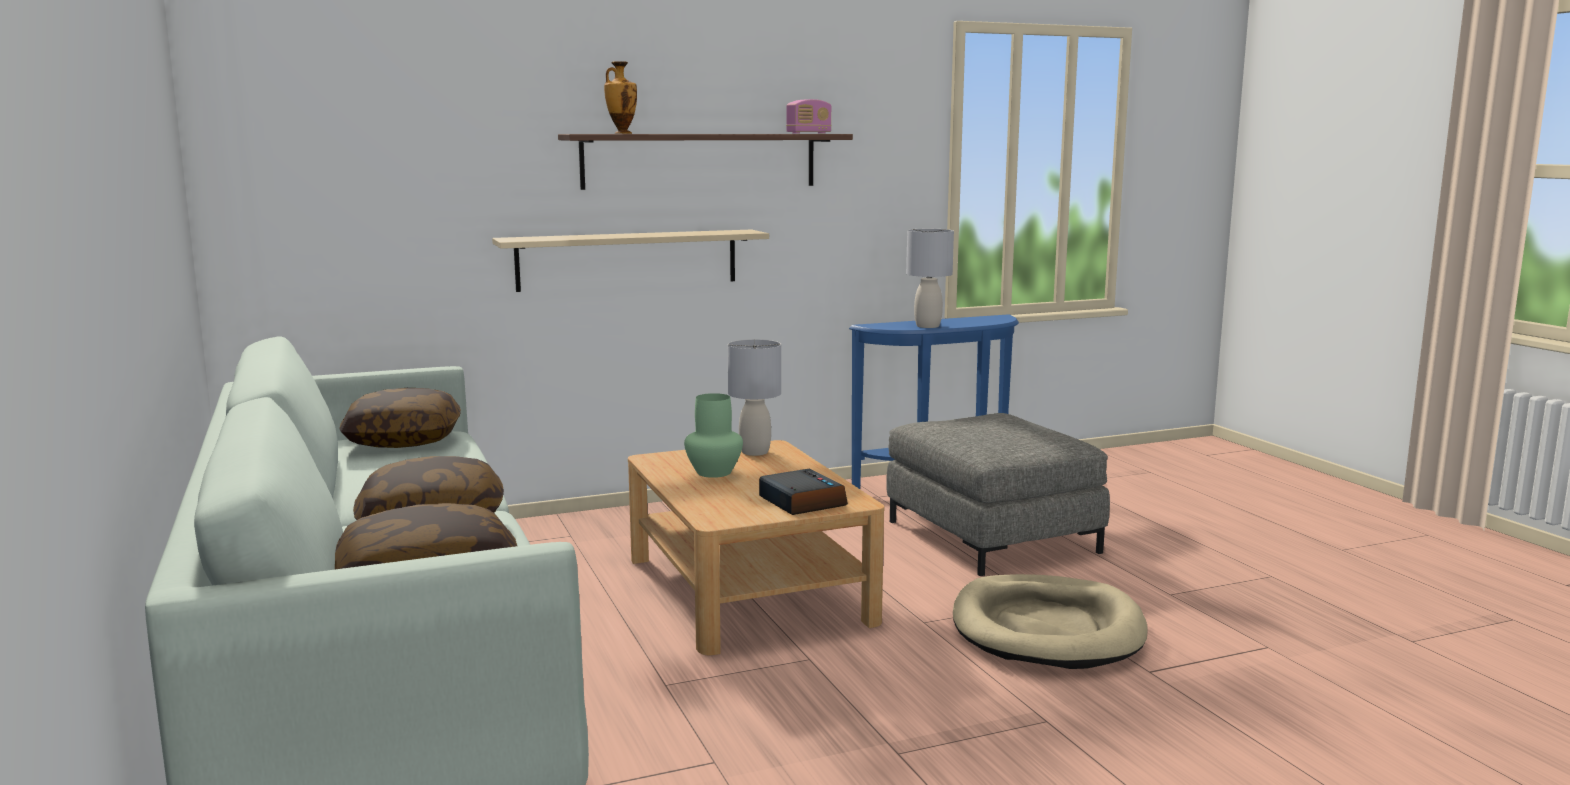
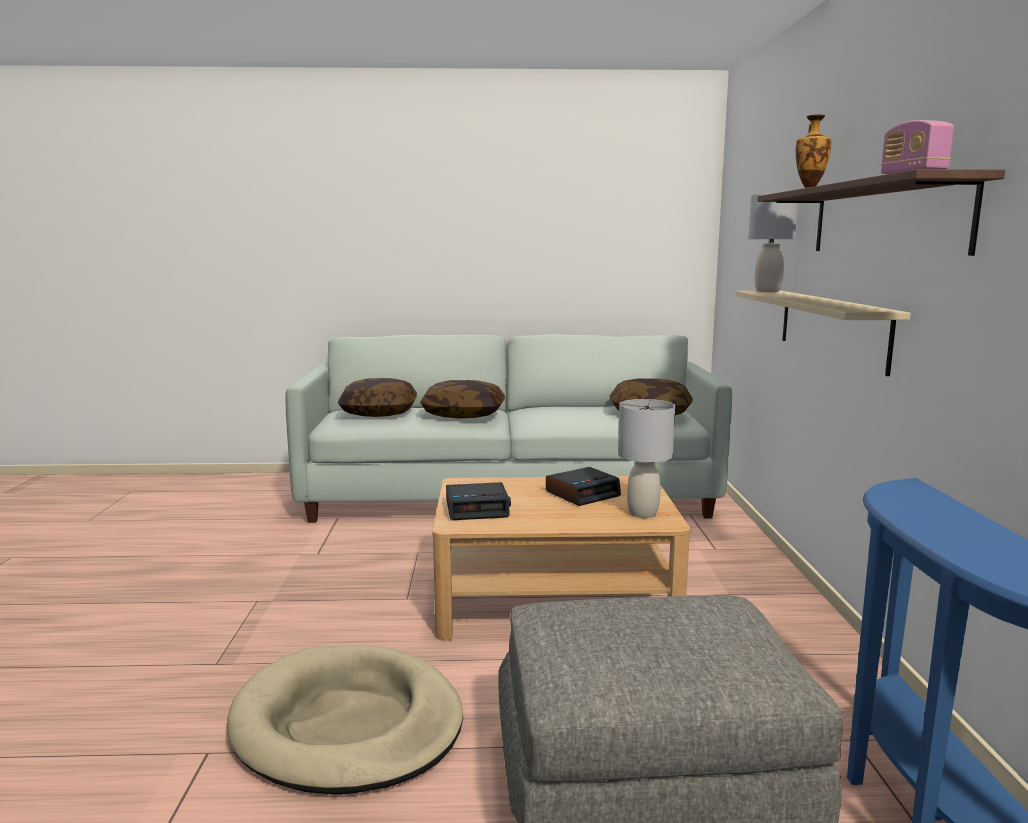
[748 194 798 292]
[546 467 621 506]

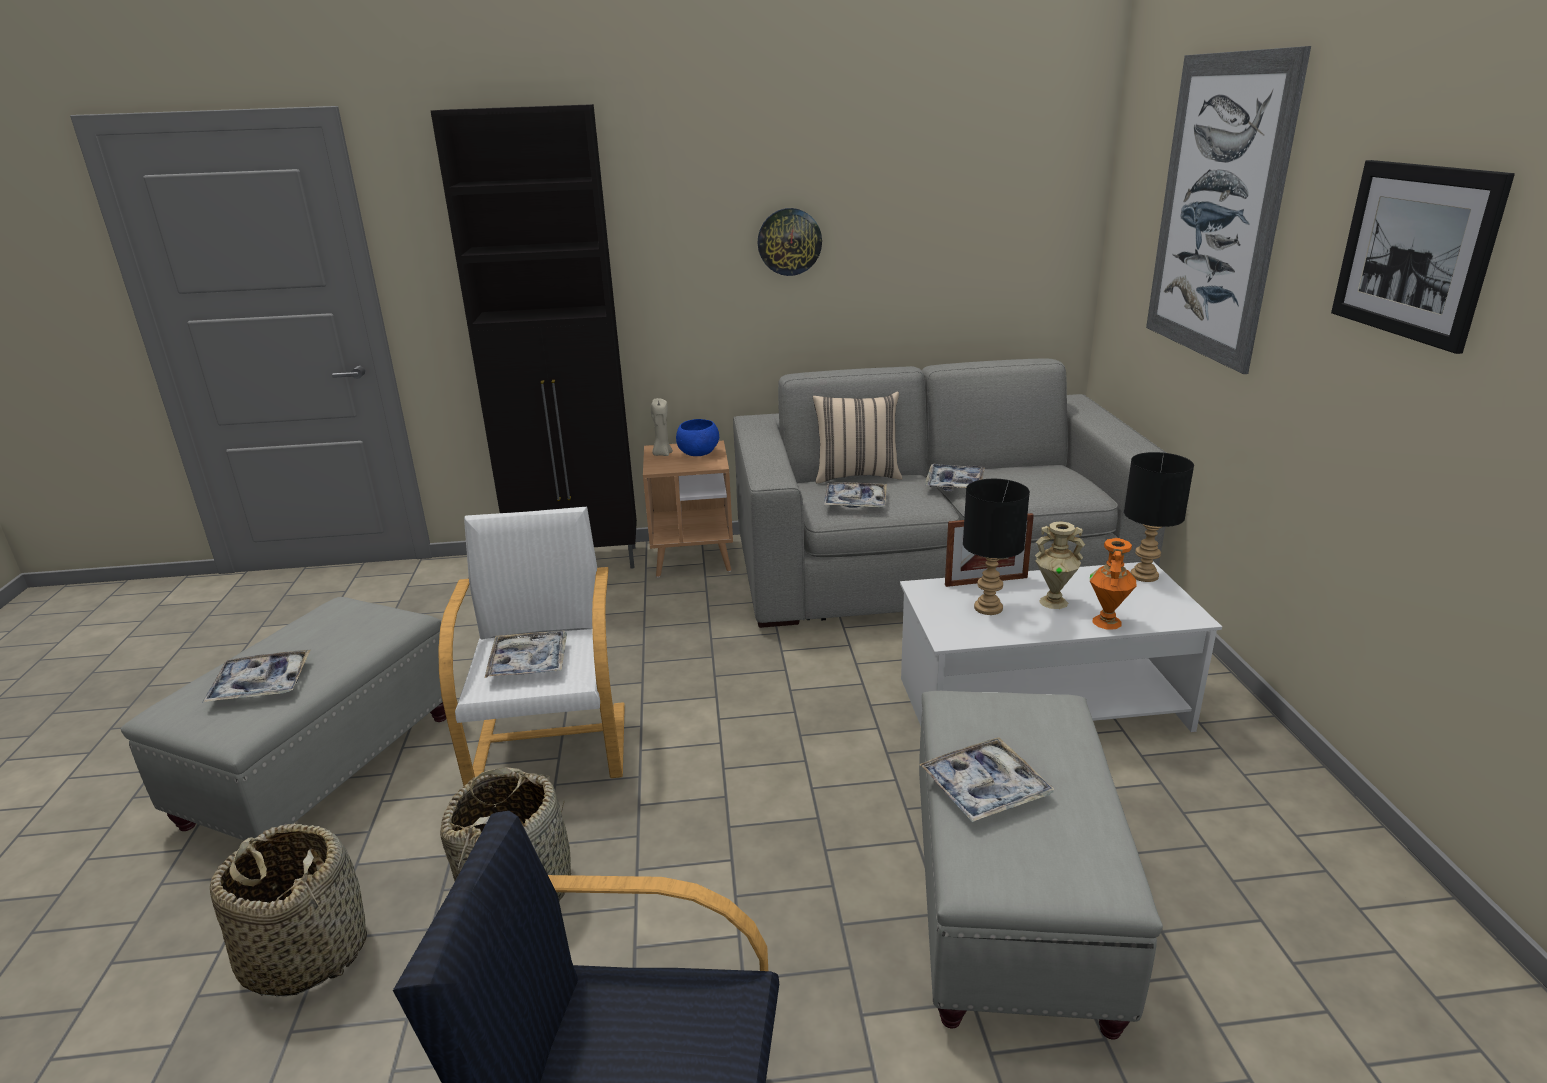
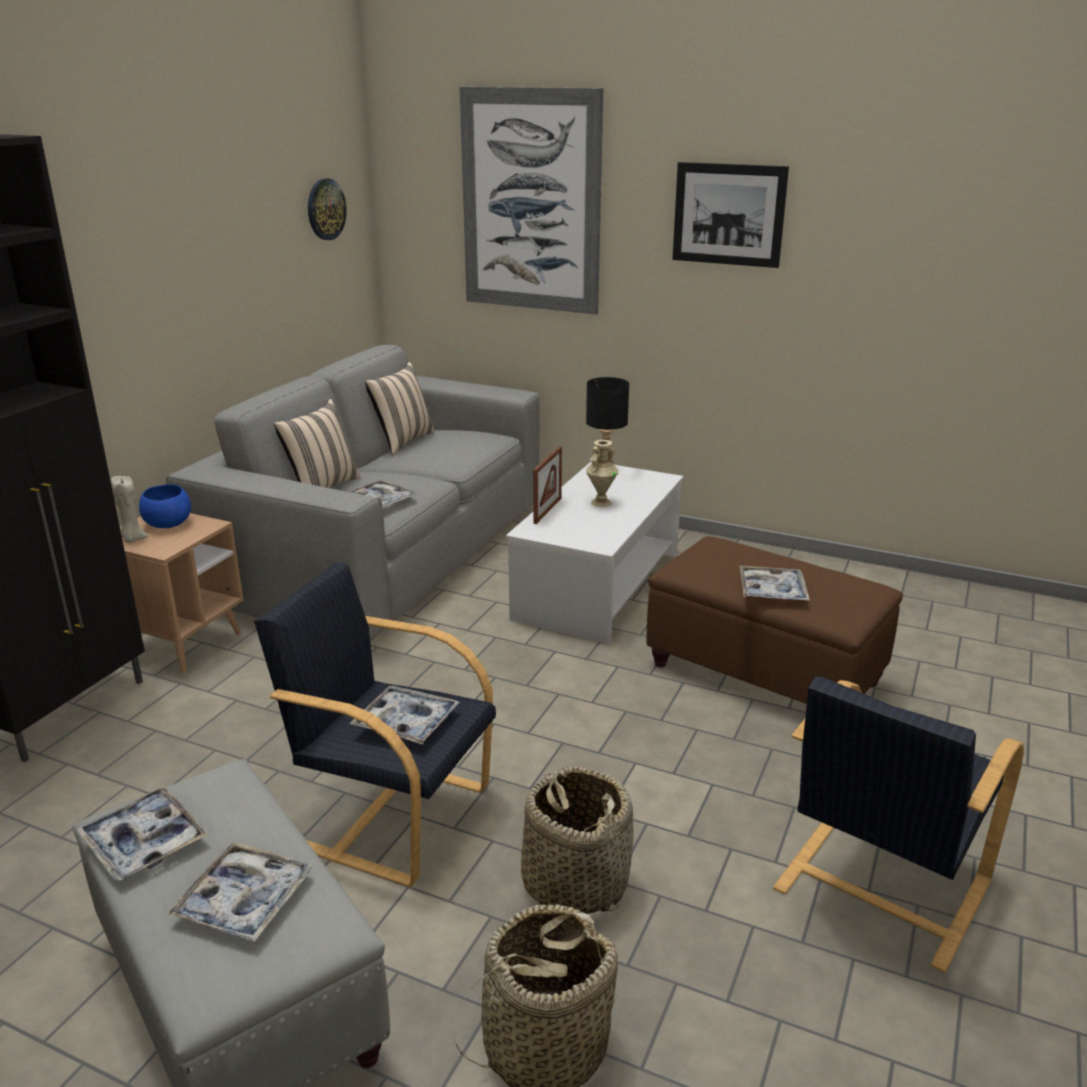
[308 178 347 240]
[76 788 208 881]
[963 479 1030 615] (first image)
[254 562 496 887]
[1090 538 1136 630] (first image)
[646 536 903 704]
[365 362 435 455]

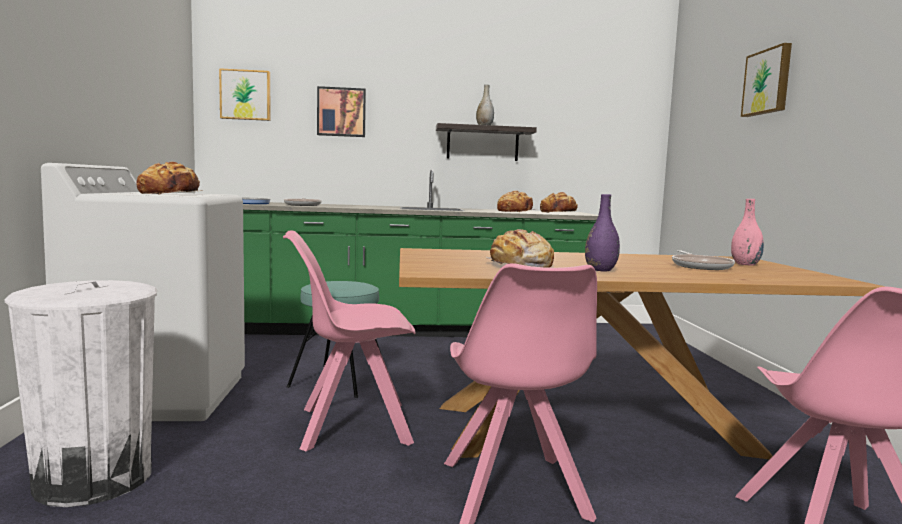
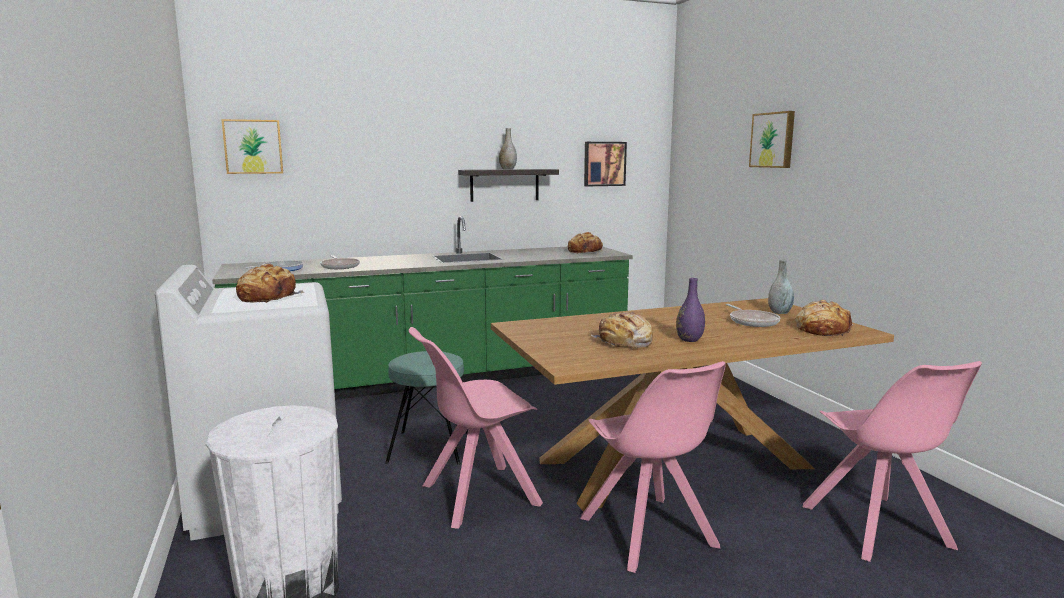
[584 142 627 186]
[795 300 853 336]
[768 259 794 314]

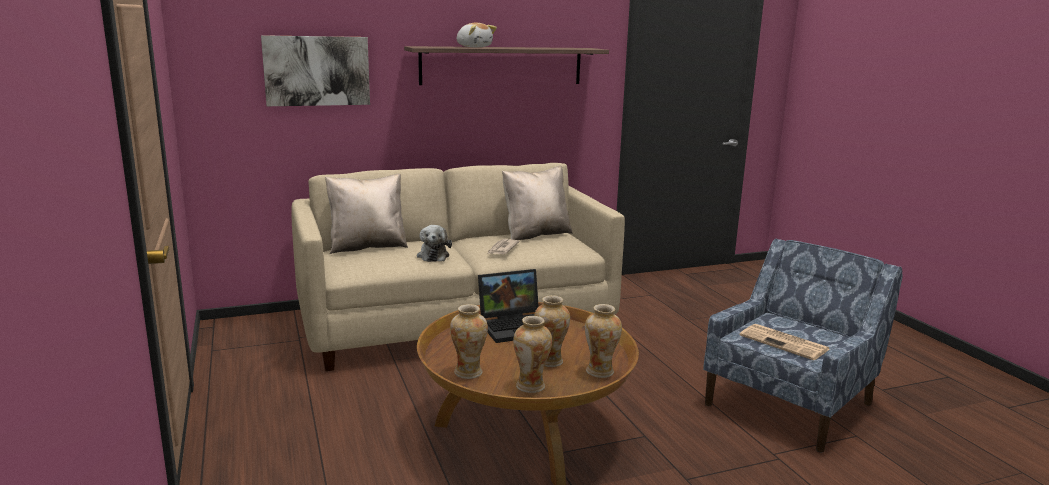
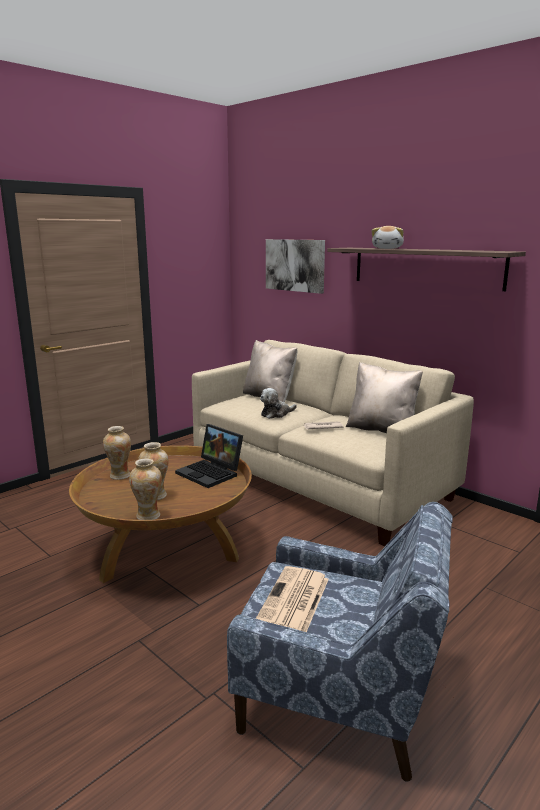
[513 316 552 393] (first image)

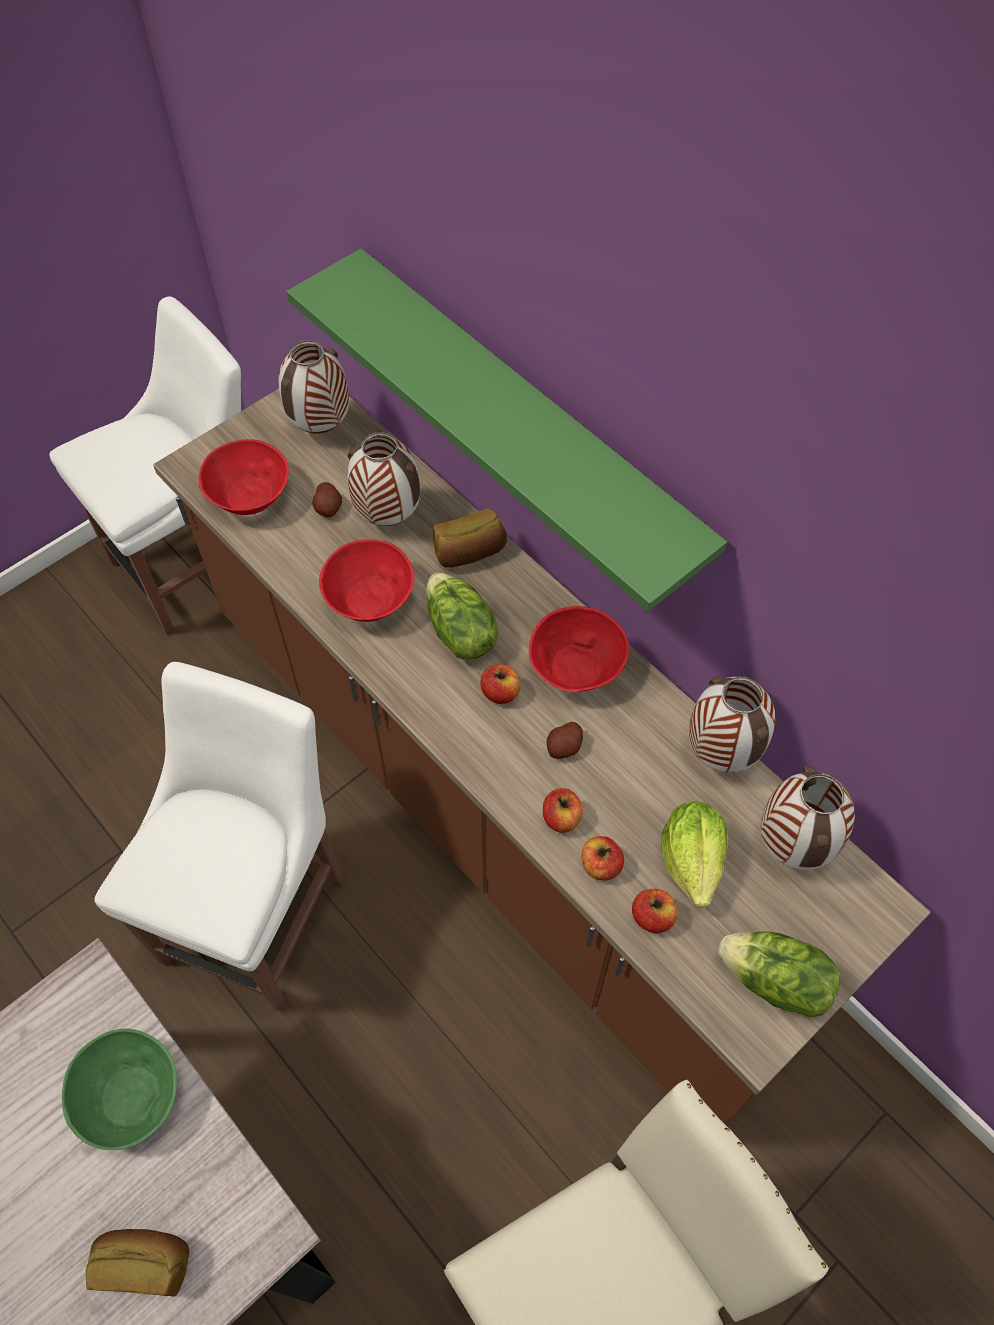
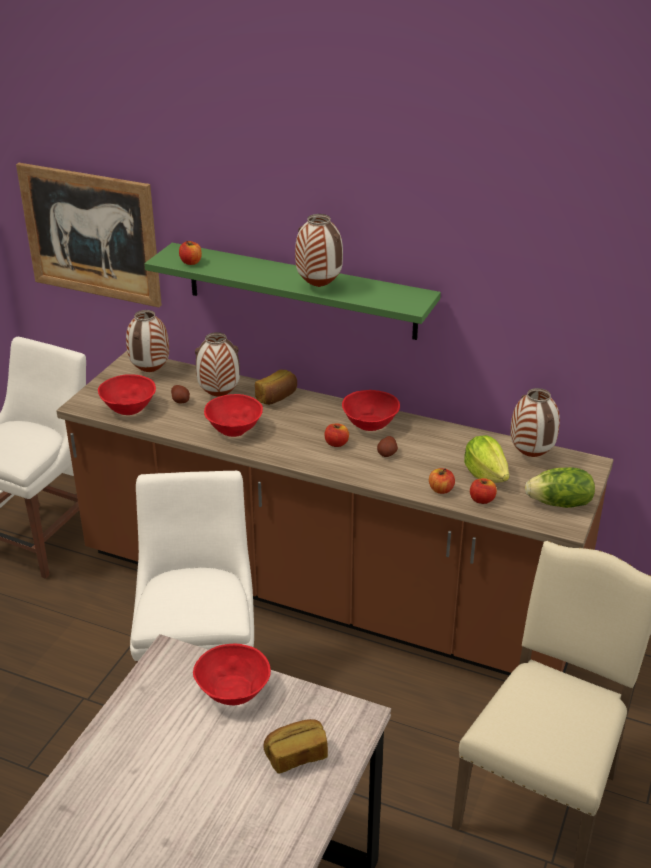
[426 573 498 661] (first image)
[295 214 343 287]
[179 241 202 265]
[193 644 271 705]
[16 163 162 307]

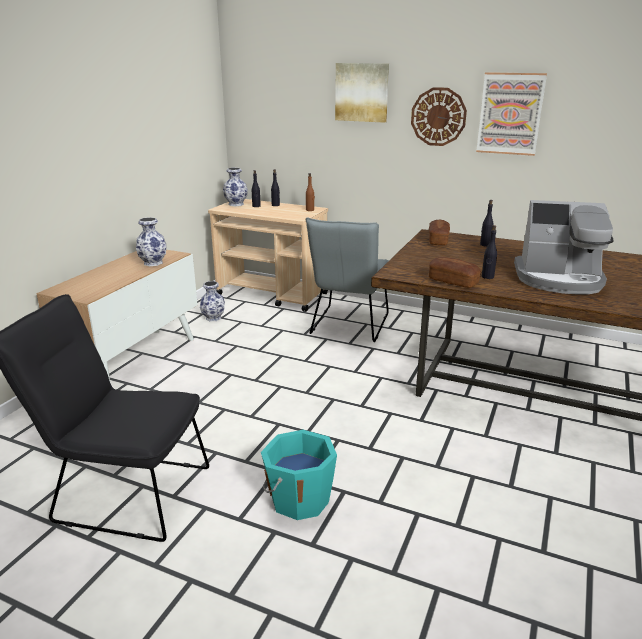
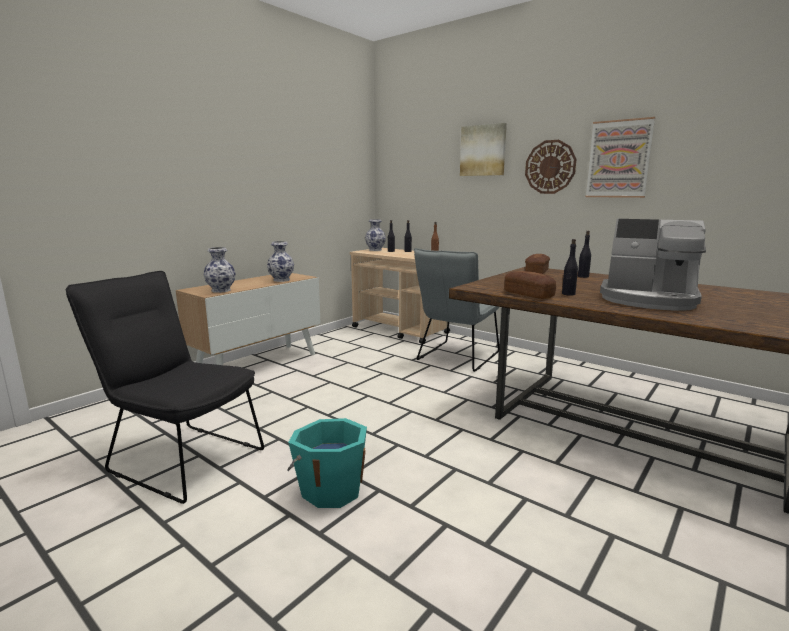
[204 247 236 293]

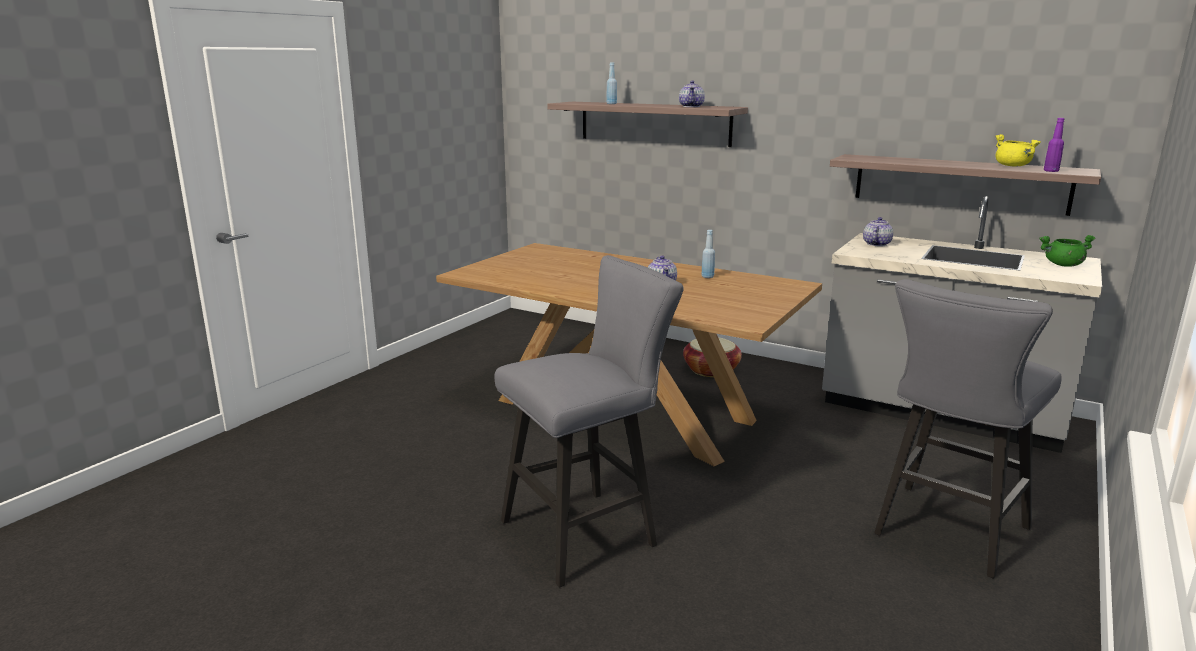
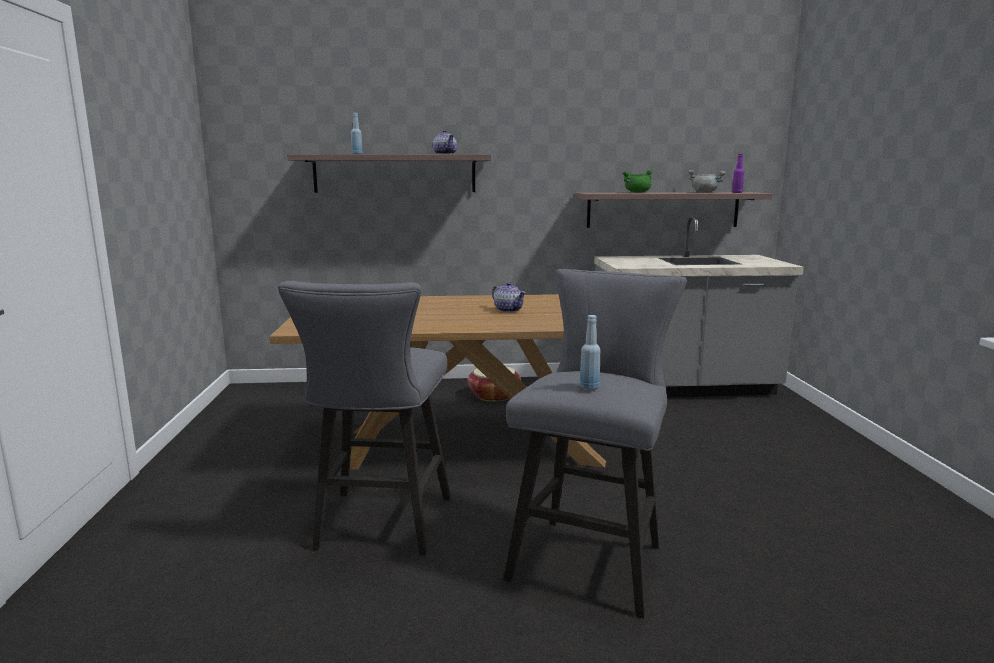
[688 170 726 192]
[863 217 893 246] (first image)
[580 315 601 390]
[622 170 652 193]
[278 281 451 556]

